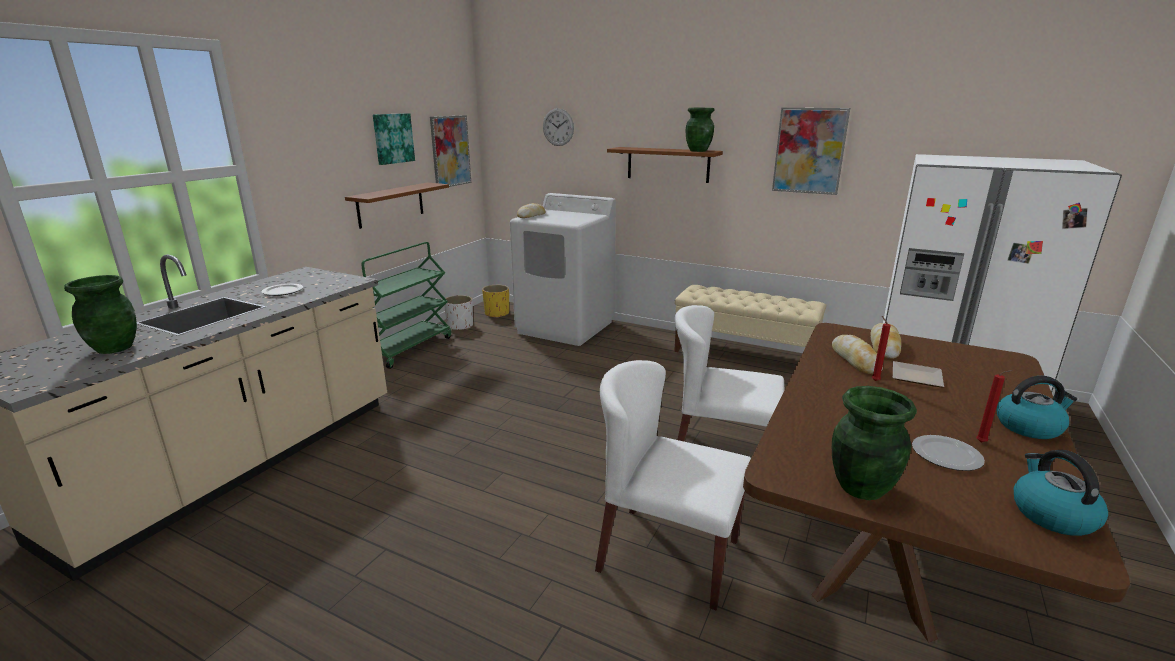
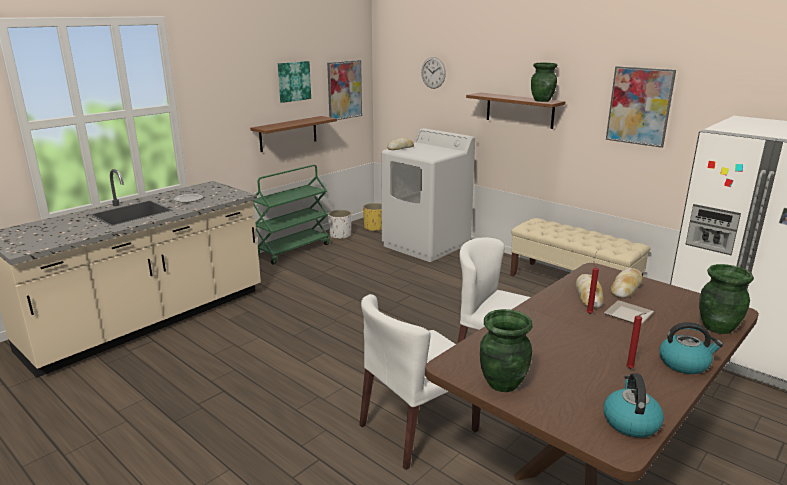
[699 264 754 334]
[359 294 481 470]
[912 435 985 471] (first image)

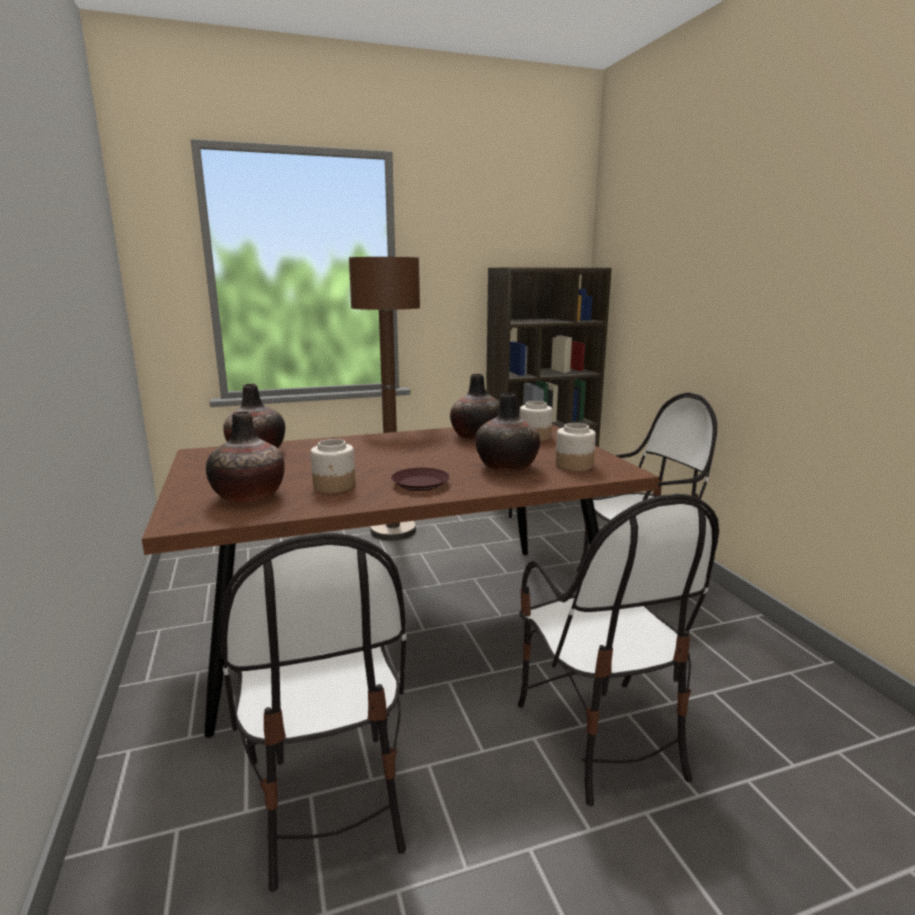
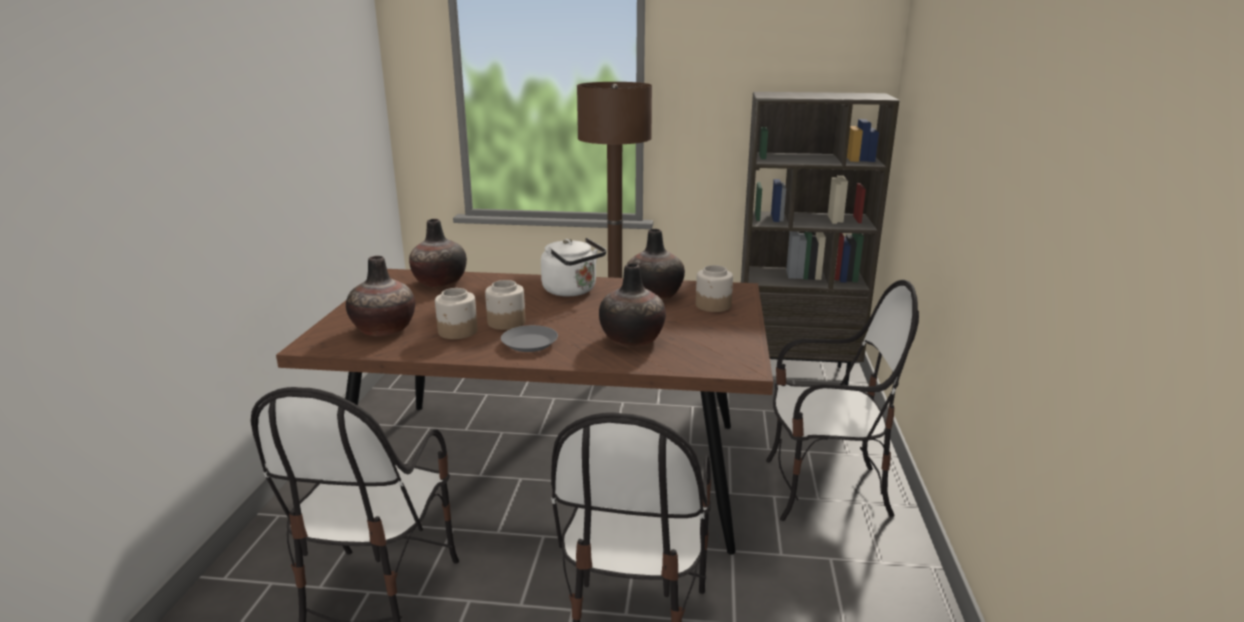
[485 280 525 330]
[501 325 558 352]
[541 238 606 296]

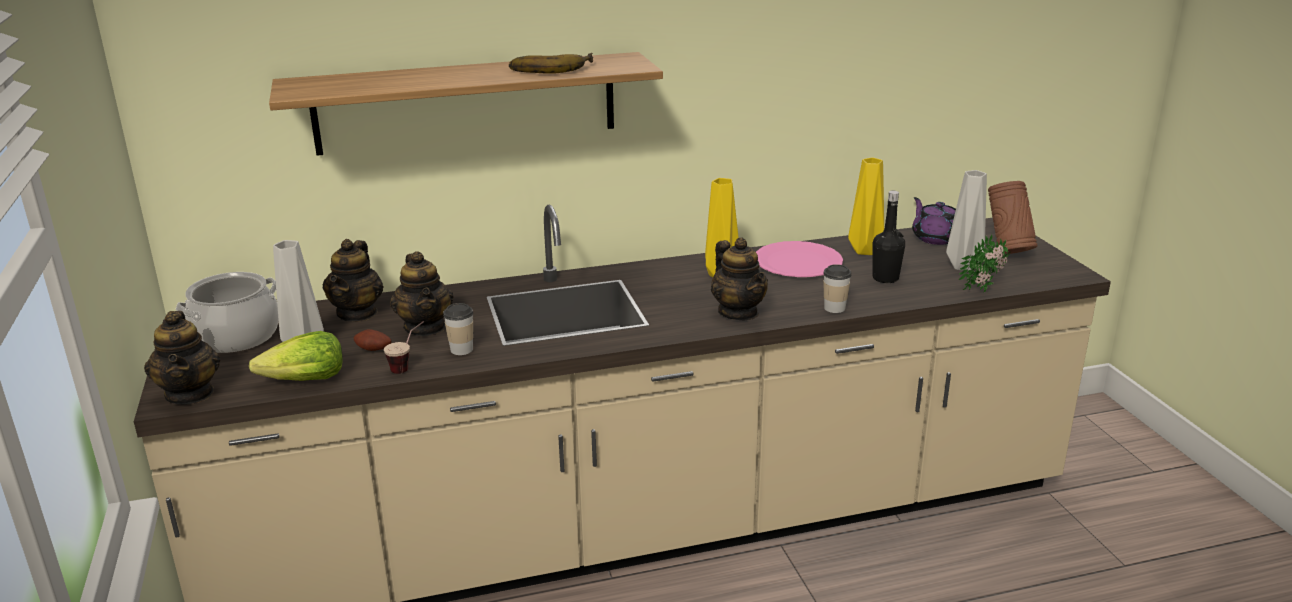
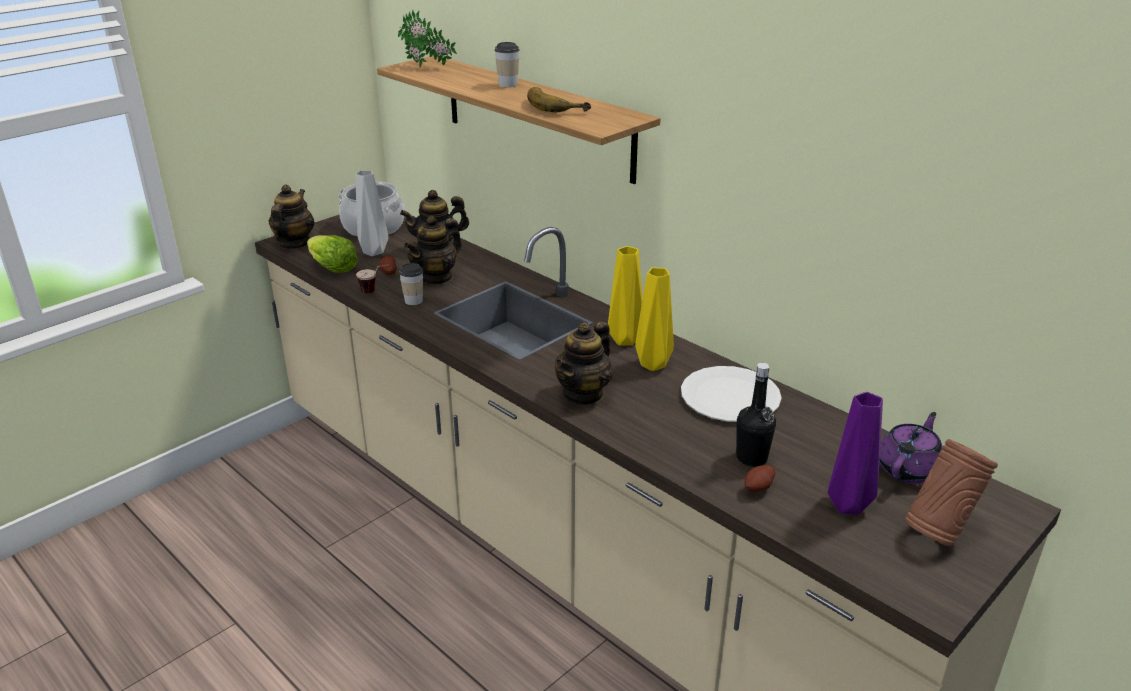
[608 246 643 346]
[828 392 883 515]
[398 10 457 67]
[681 366 781 422]
[494 42 520 88]
[269 185 315 249]
[744 465 775 492]

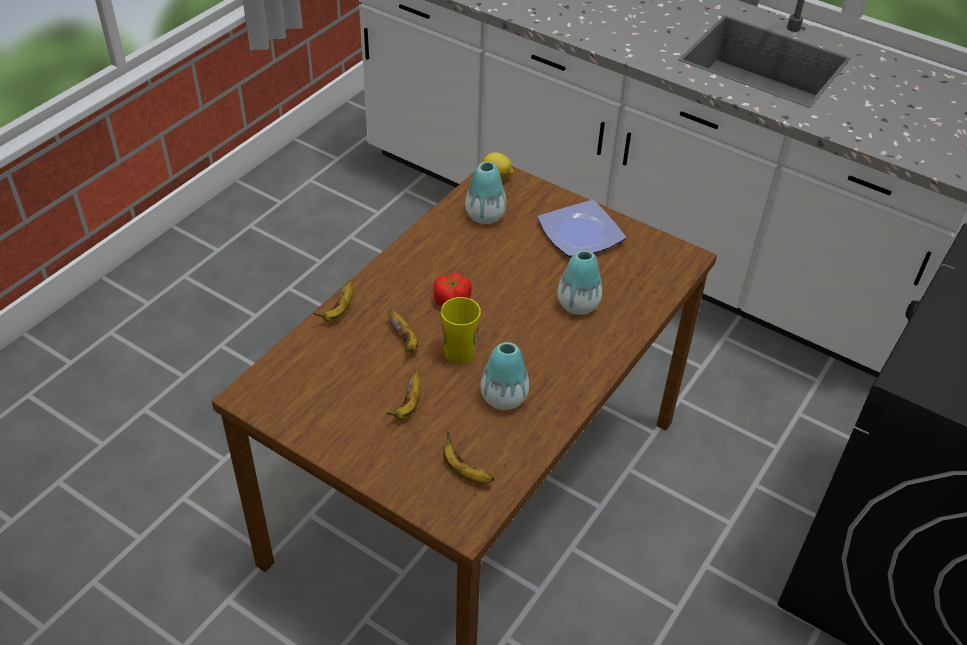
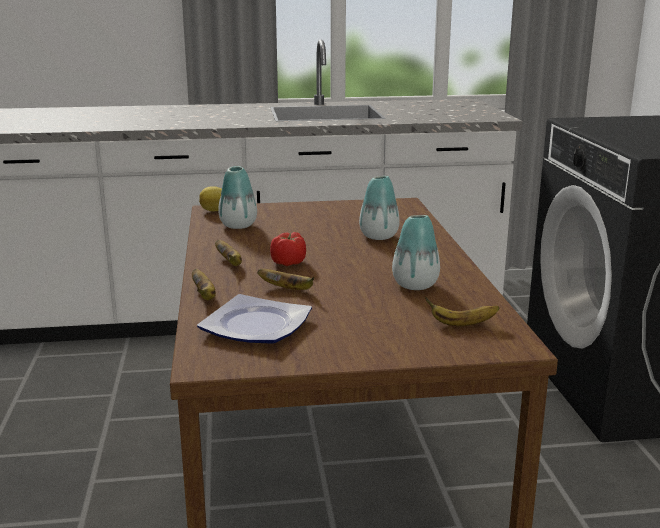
[197 294 312 344]
[441 297 481 365] (first image)
[215 240 242 266]

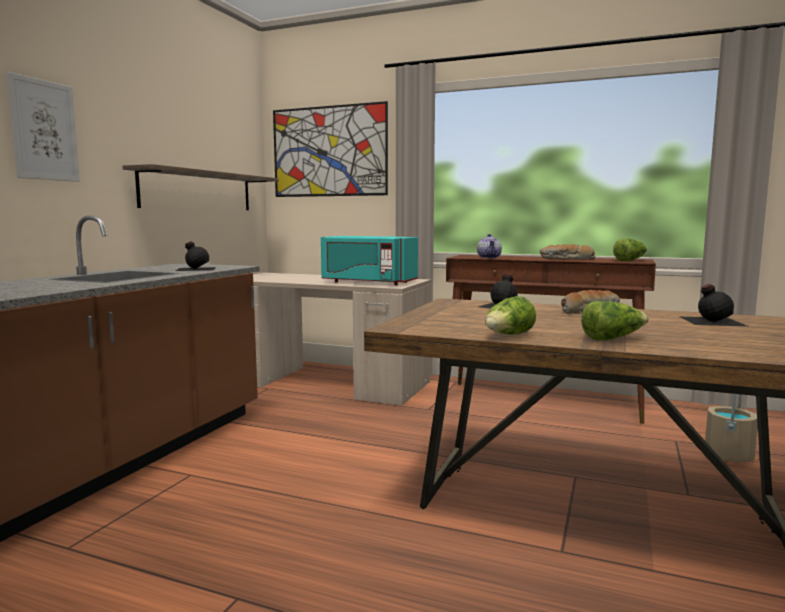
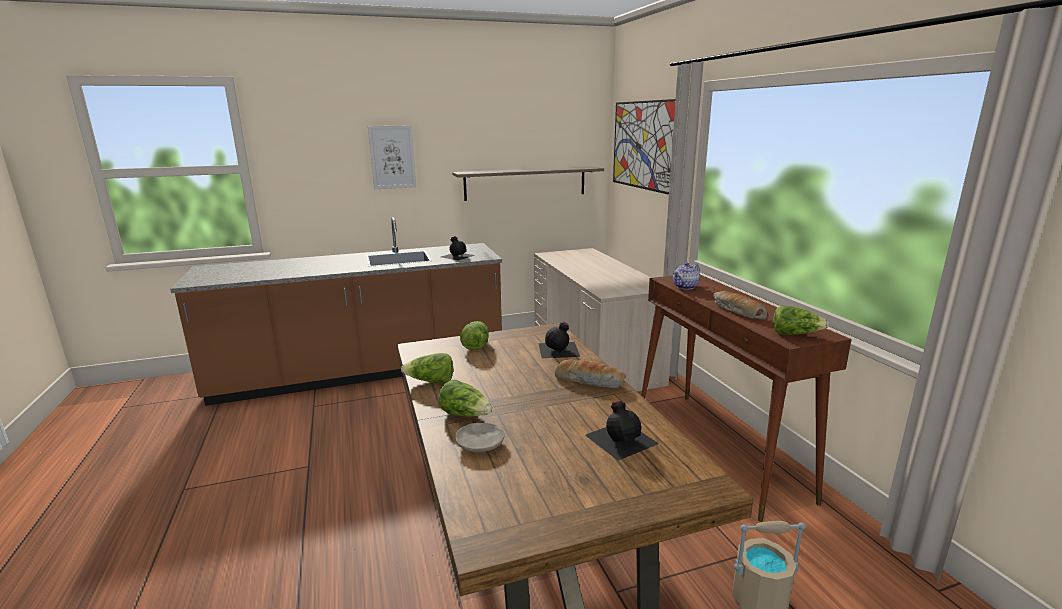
[321 236 418 285] (first image)
[460 321 489 350]
[455 423 505 452]

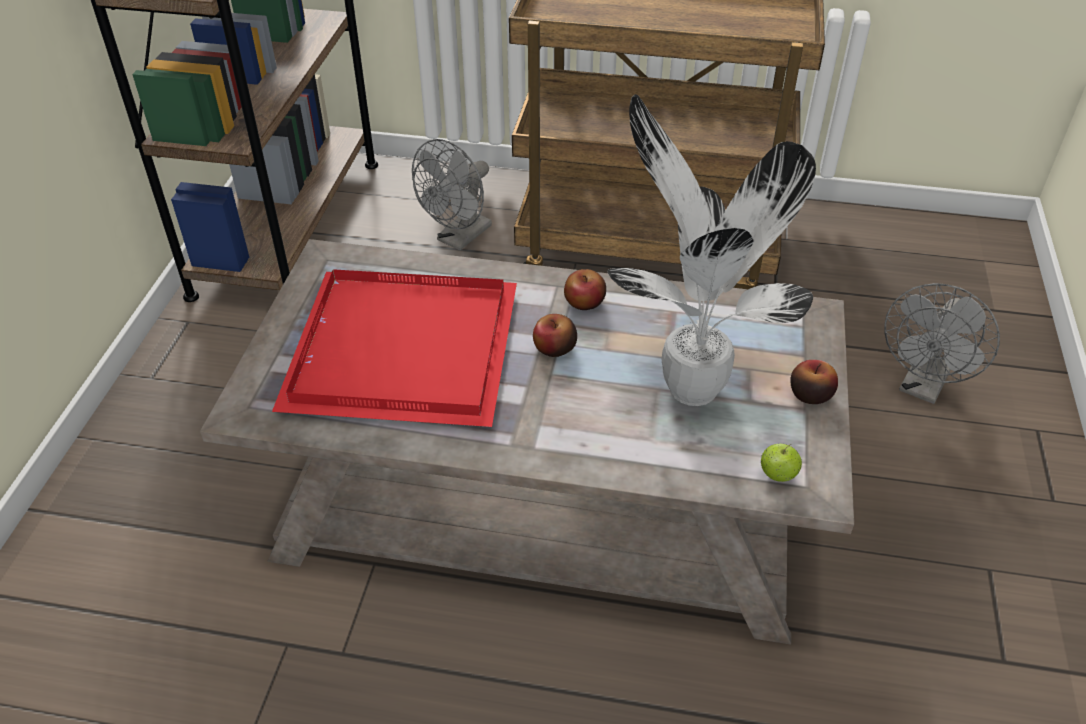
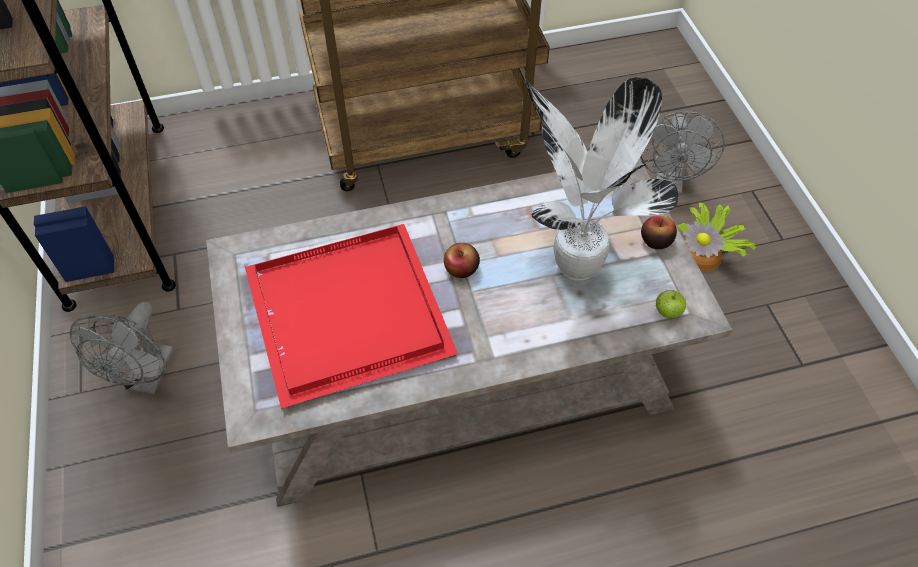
[70 302 175 395]
[564 269 606 310] (first image)
[676 200 756 272]

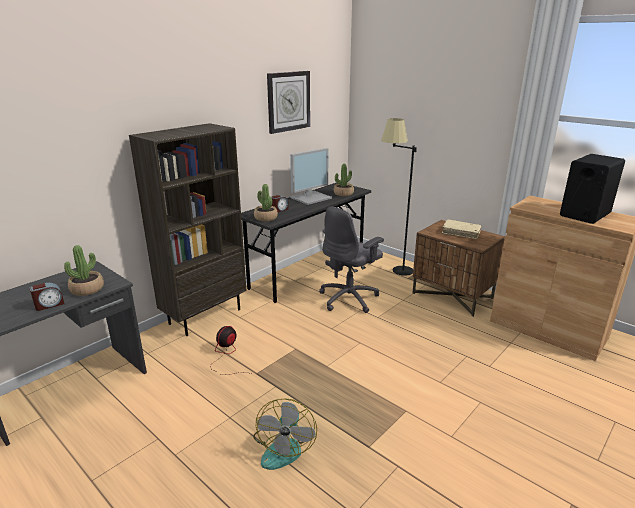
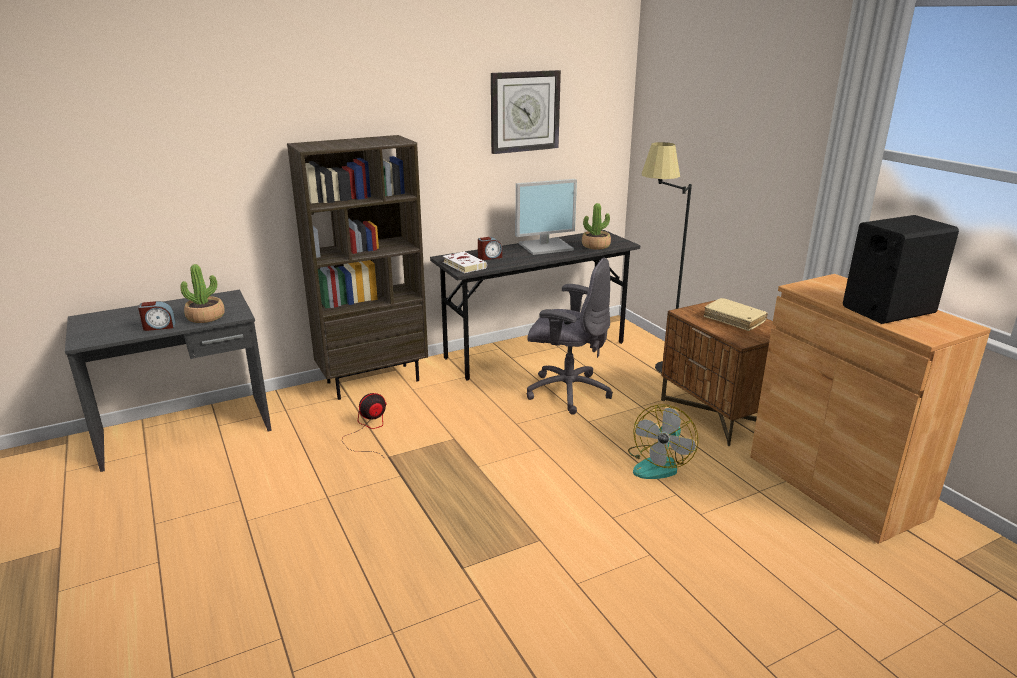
[443 252 487 273]
[527 258 613 415]
[628 404 698 479]

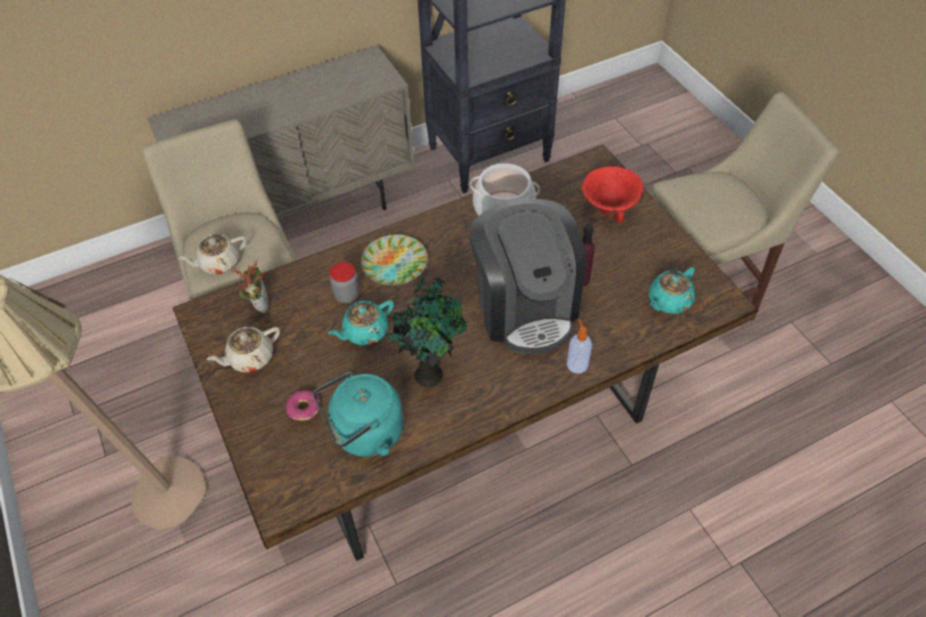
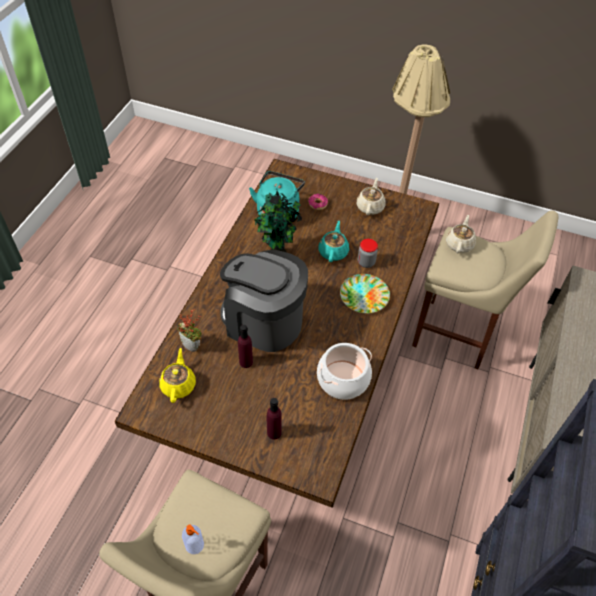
[267 398 282 439]
[177 309 202 352]
[159 348 196 403]
[182 525 204 554]

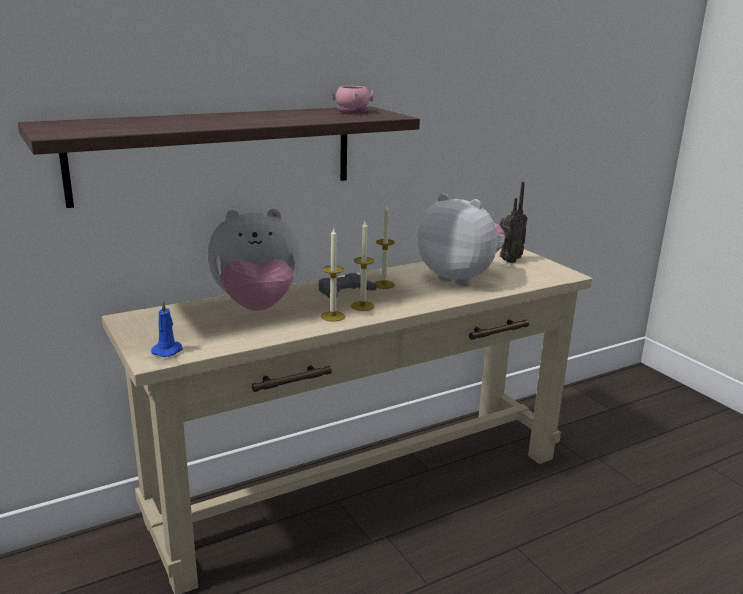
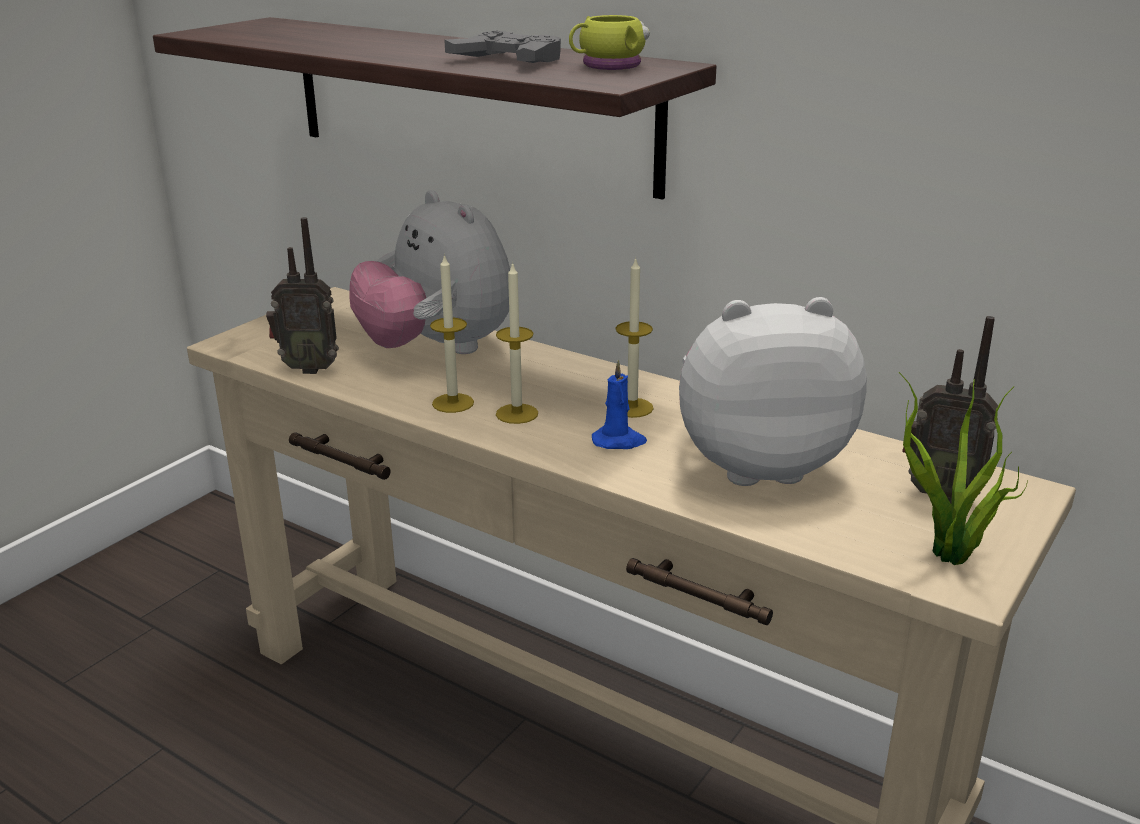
[569 15 650 70]
[679 297 867 486]
[444 30 561 63]
[592 360 647 449]
[266 217 339 374]
[899 372 1028 565]

